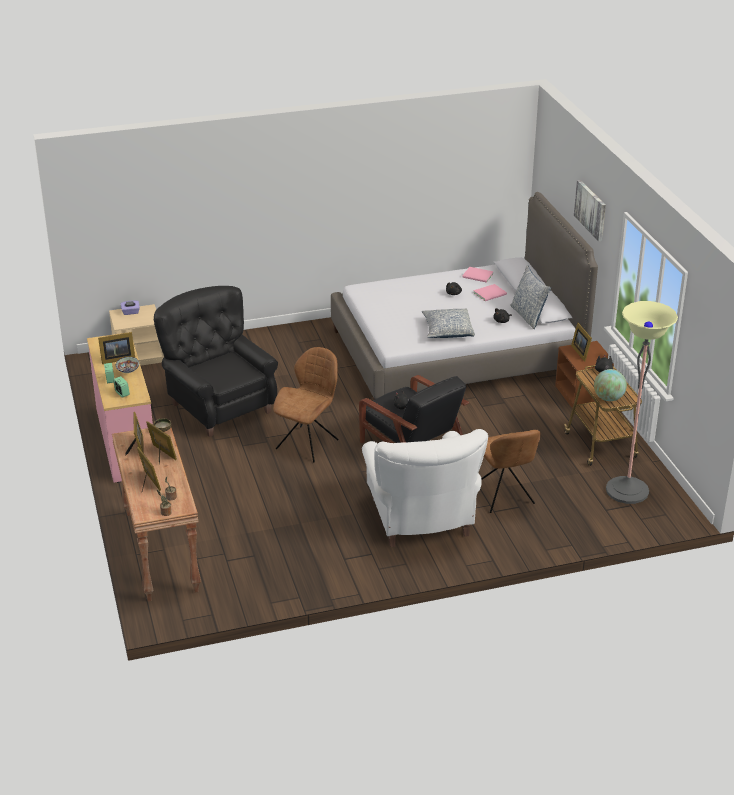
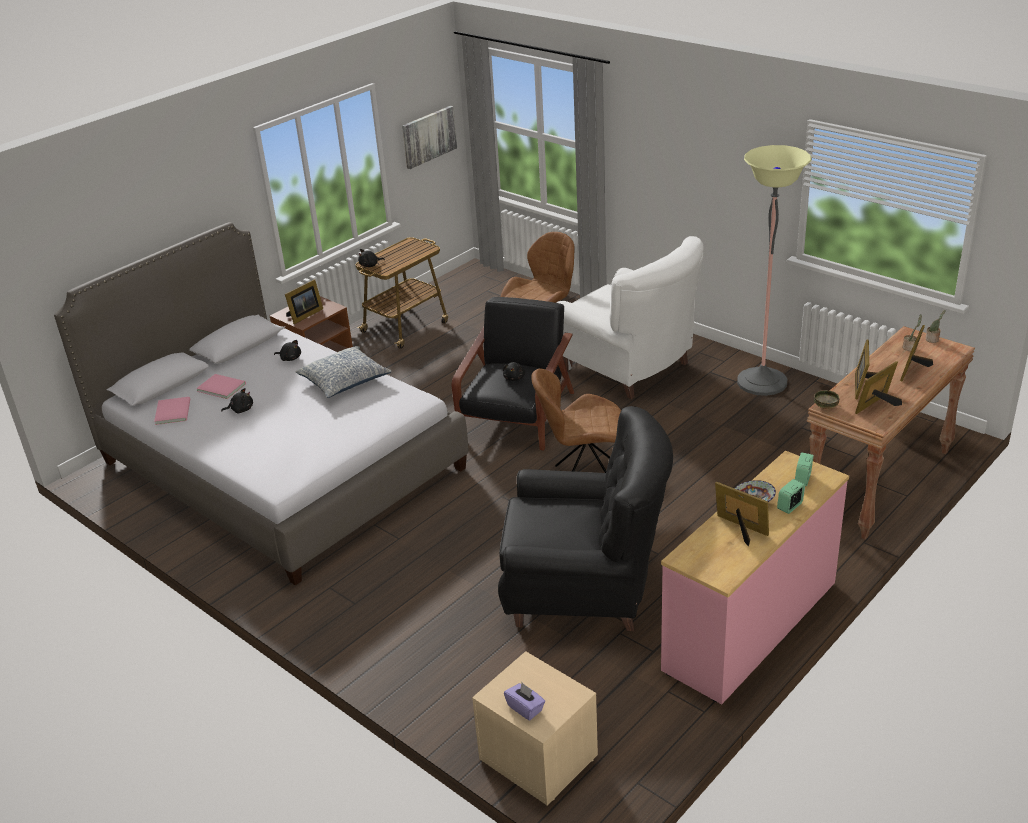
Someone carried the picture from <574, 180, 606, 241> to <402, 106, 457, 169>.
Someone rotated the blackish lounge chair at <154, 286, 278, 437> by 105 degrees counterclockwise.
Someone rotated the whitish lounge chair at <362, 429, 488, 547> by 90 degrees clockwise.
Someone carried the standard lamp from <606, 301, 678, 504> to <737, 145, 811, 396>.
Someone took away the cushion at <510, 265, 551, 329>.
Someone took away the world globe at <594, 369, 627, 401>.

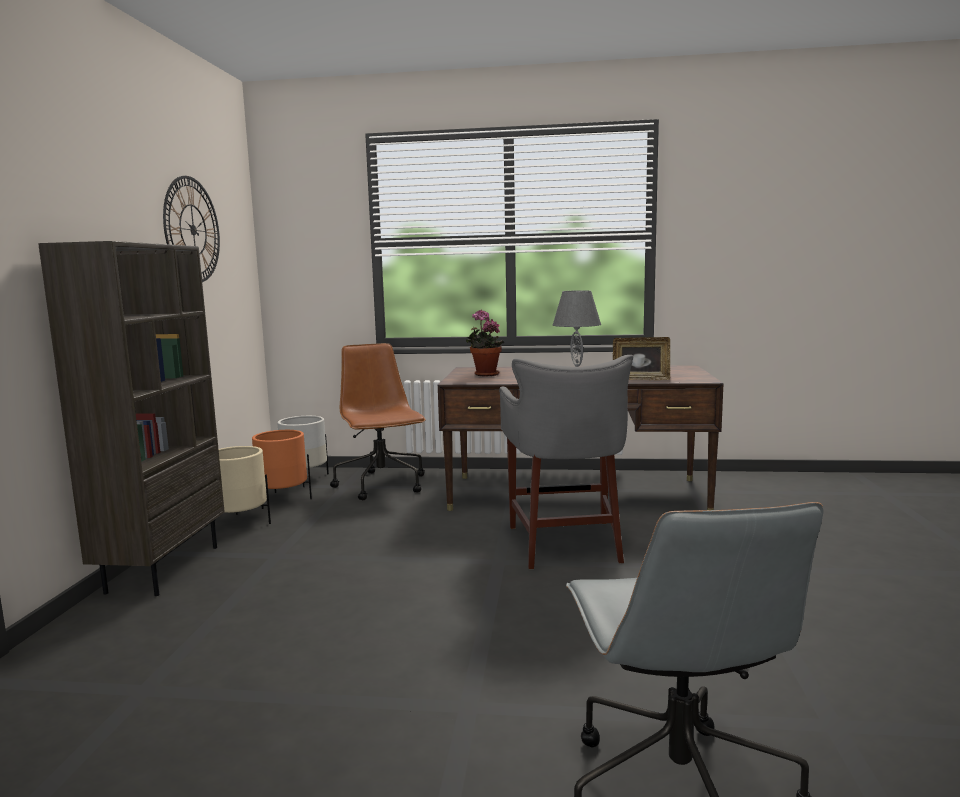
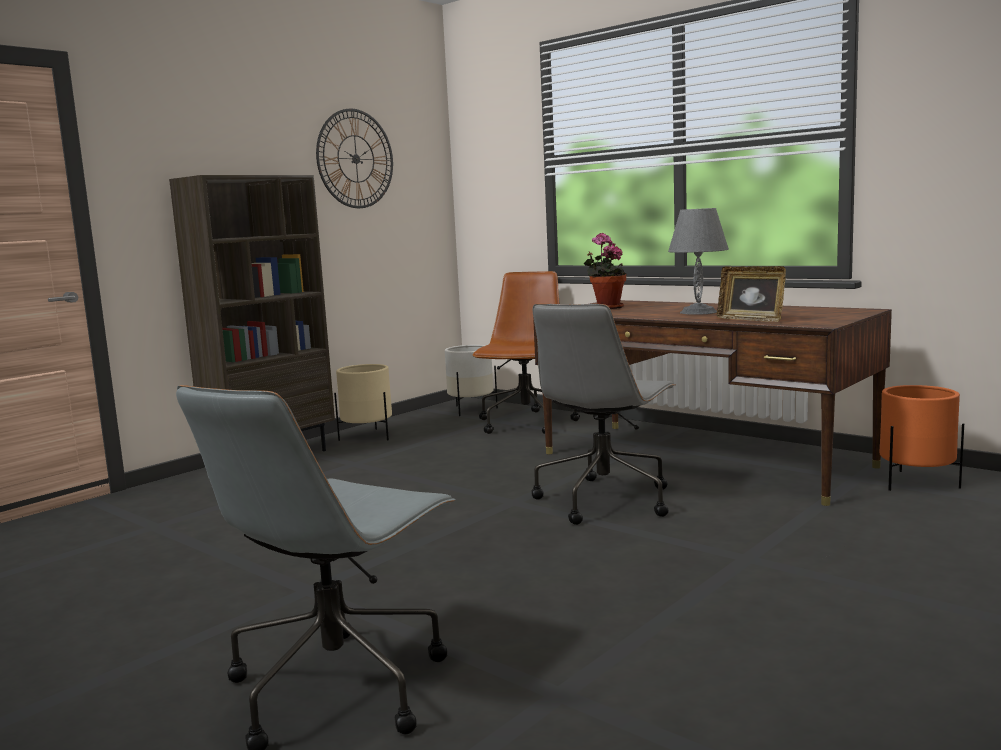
Someone swapped the gray stool at <499, 355, 633, 569> for the gray office chair at <531, 304, 676, 525>.
Someone carried the orange plant pot from <252, 430, 312, 509> to <880, 385, 964, 491>.

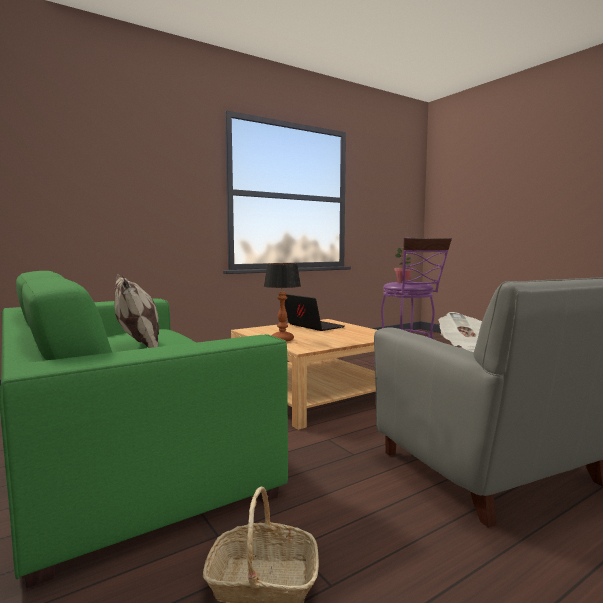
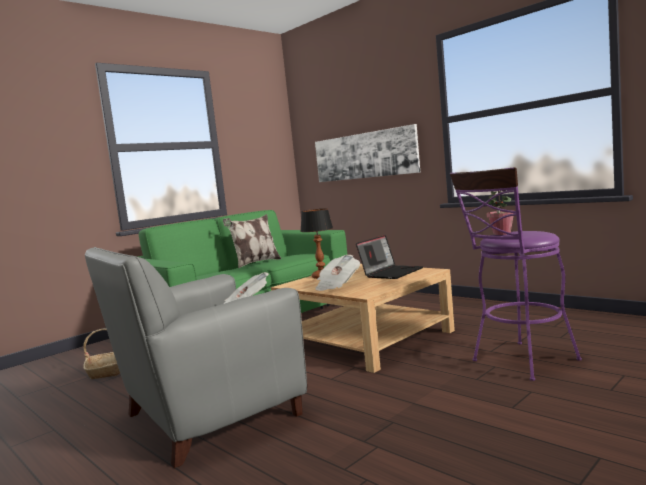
Someone put up the picture at <315, 124, 420, 182>.
Someone put down the printed paper at <315, 255, 360, 291>.

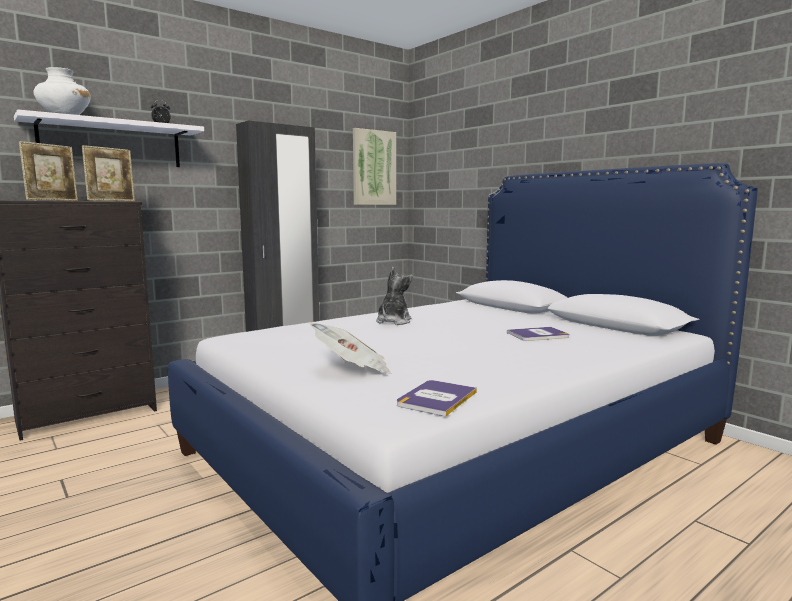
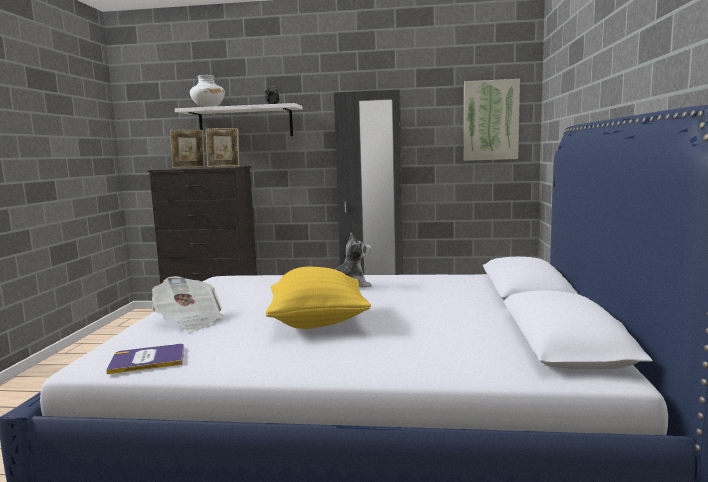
Someone put down the yellow cushion at <266, 267, 371, 329>.
Someone took away the volume at <507, 327, 569, 341>.

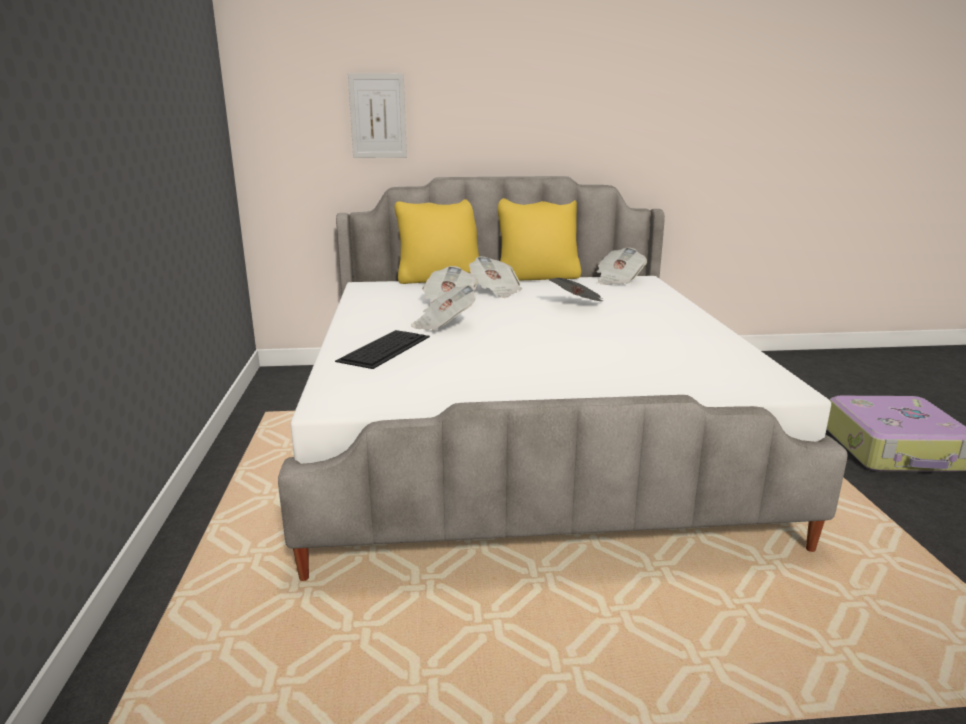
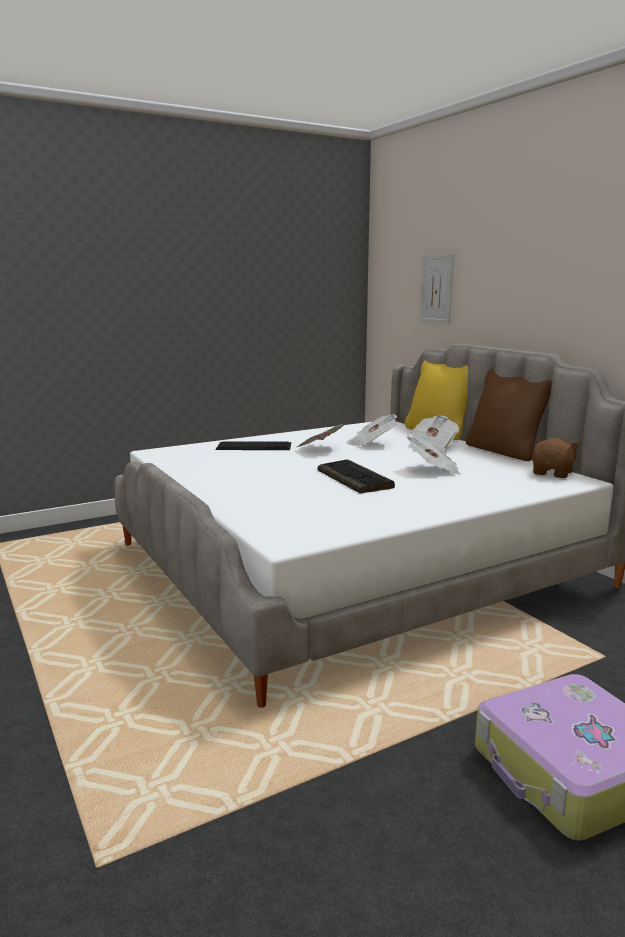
Someone put down the computer keyboard at <317, 459, 395, 493>.
Someone repainted the yellow cushion at <498, 198, 581, 281>, which became the brownish cushion at <465, 369, 552, 461>.
Someone swapped the printed paper at <597, 247, 647, 285> for the brownish soft toy at <532, 437, 580, 478>.

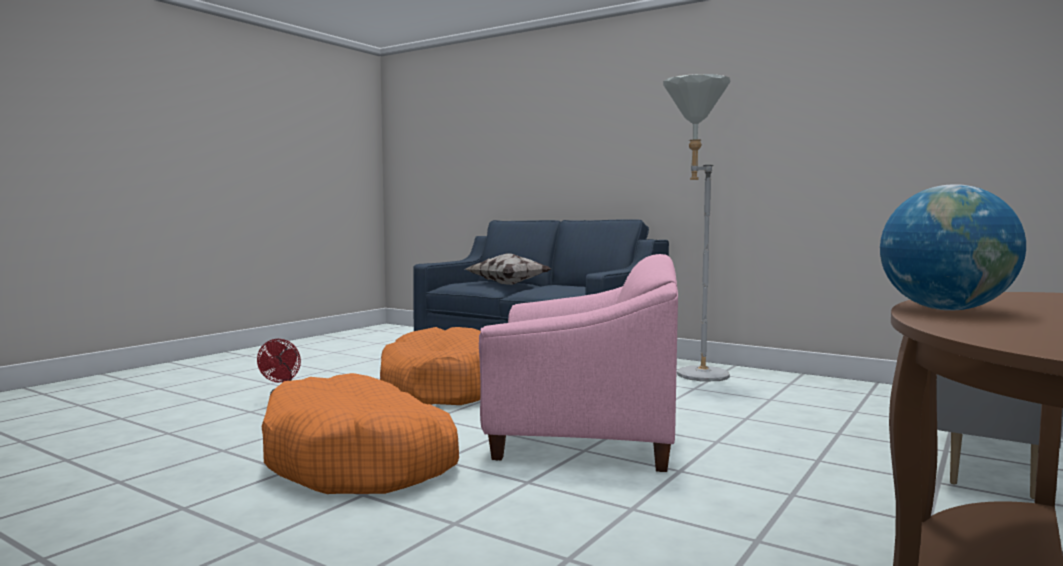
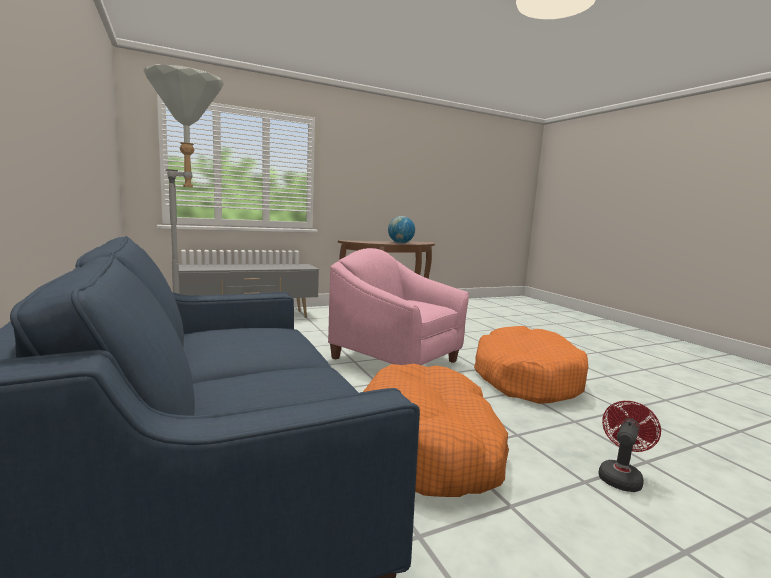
Someone took away the cushion at <465, 253, 551, 285>.

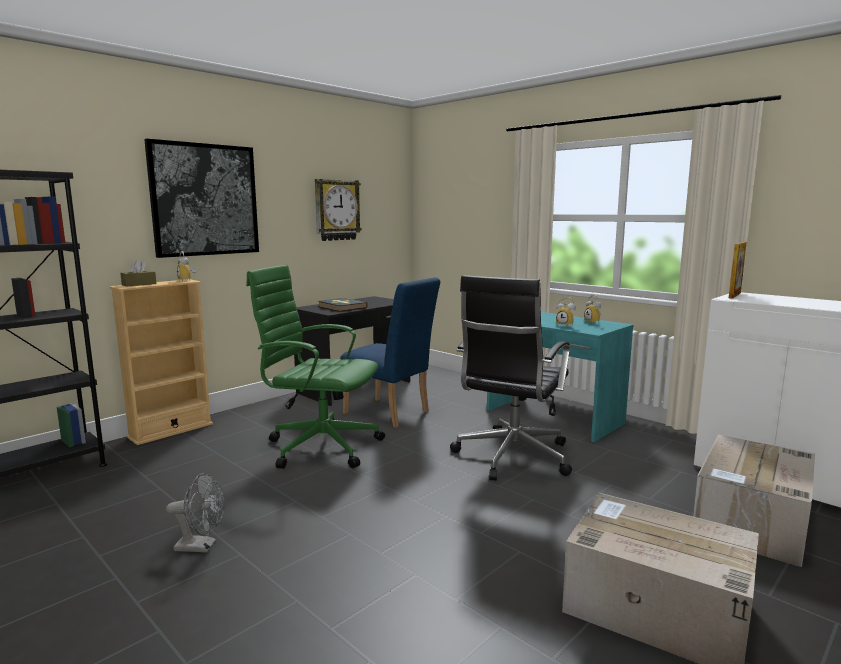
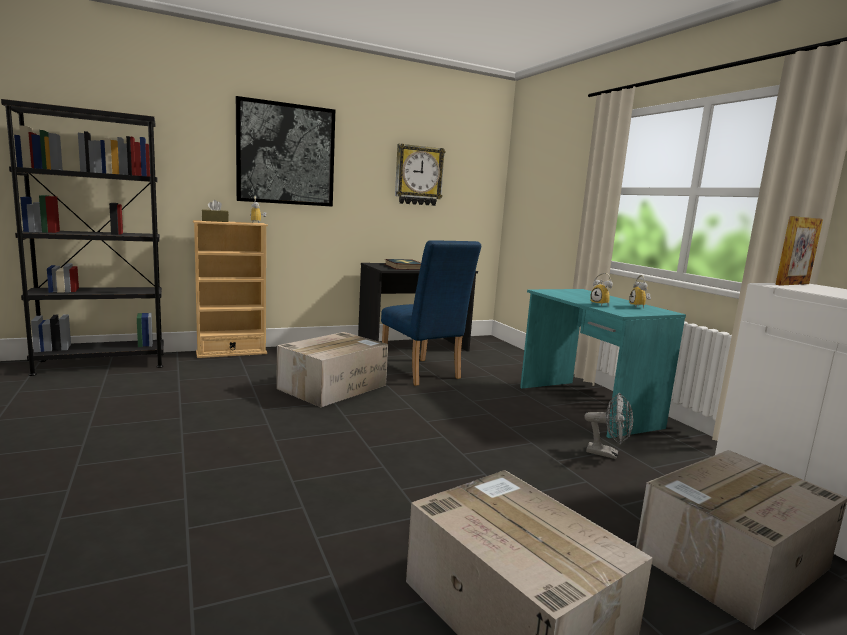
Someone swapped the green-coloured office chair at <246, 265, 385, 469> for the packing box at <276, 332, 388, 407>.
Someone carried the gray fan from <166, 473, 225, 553> to <584, 393, 633, 459>.
Someone took away the blackish office chair at <450, 275, 572, 481>.

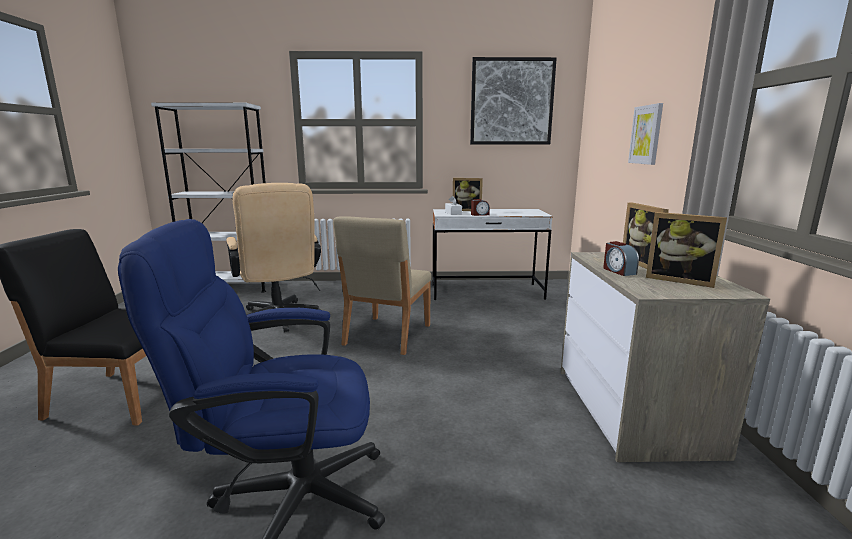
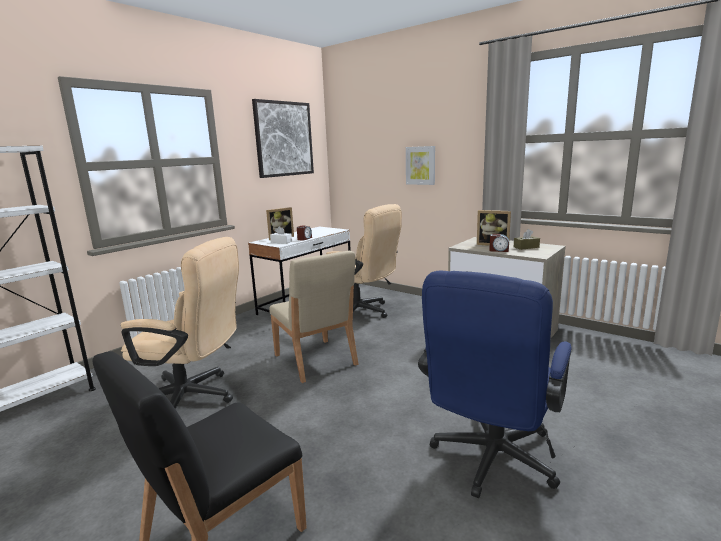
Someone put down the sand-coloured office chair at <326, 204, 402, 318>.
Someone swapped the standing frame at <646, 212, 727, 288> for the brownish box of tissues at <514, 229, 540, 250>.

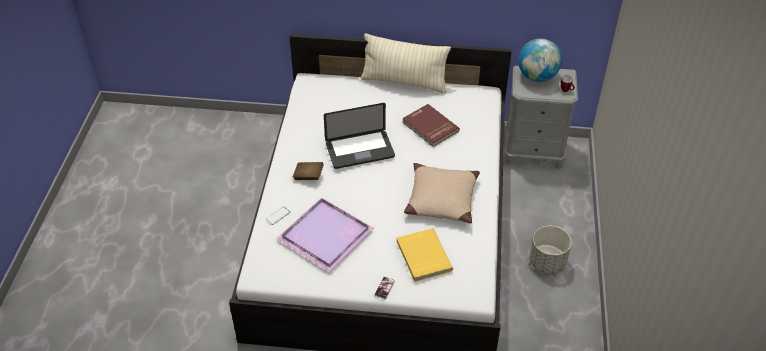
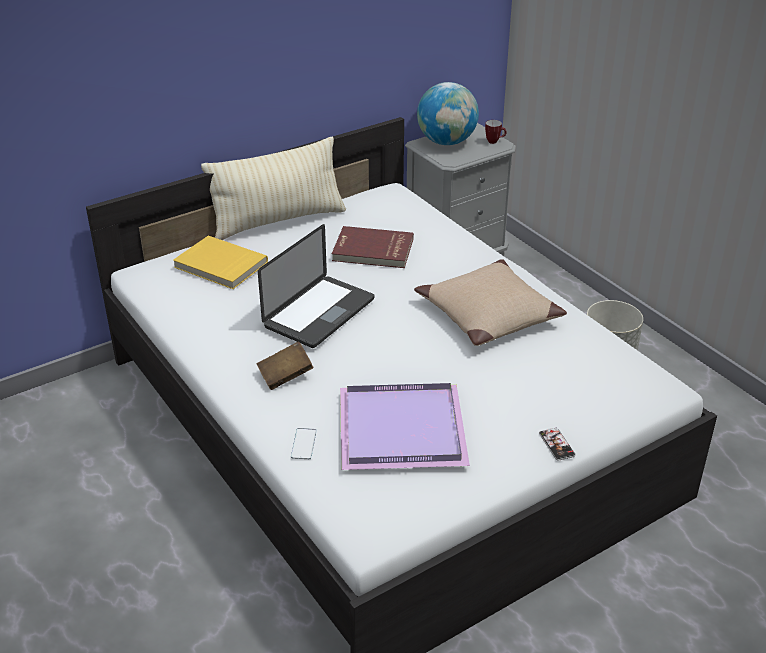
Someone carried the yellow volume from <396, 228, 453, 282> to <173, 235, 268, 289>.

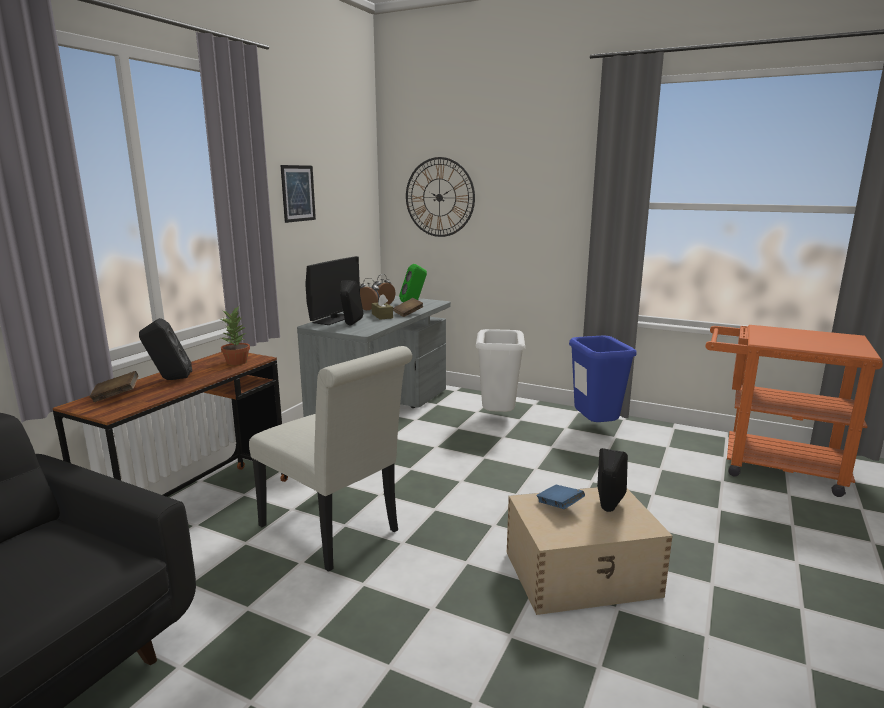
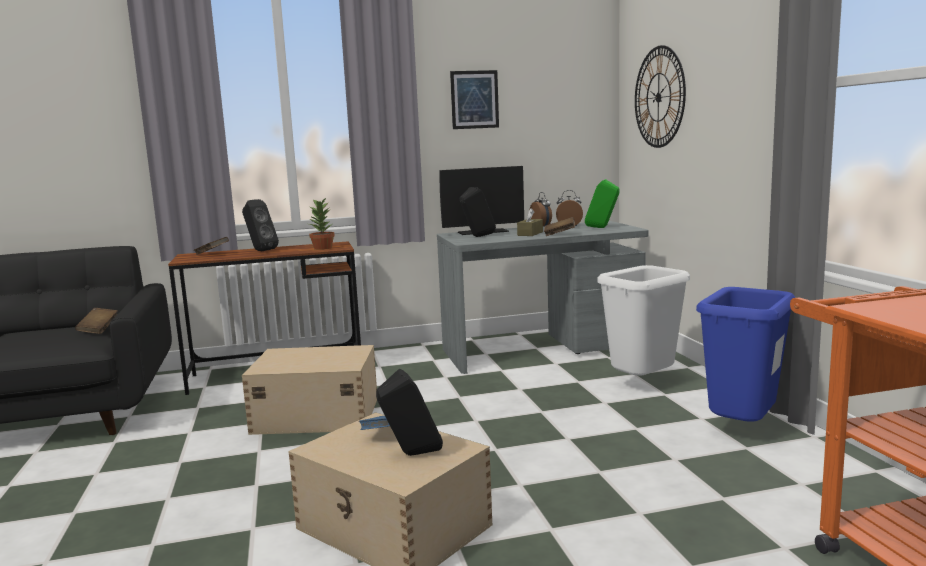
Someone put down the brownish volume at <75, 308, 118, 334>.
Someone swapped the whitish plain chair at <249, 346, 412, 571> for the sand-coloured storage bin at <242, 345, 377, 435>.

